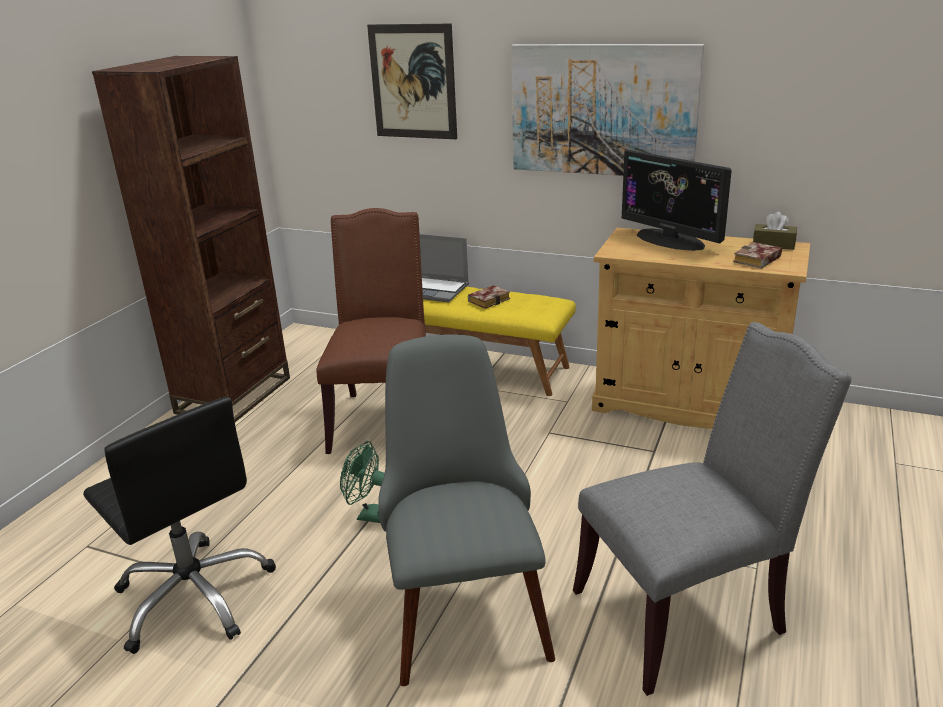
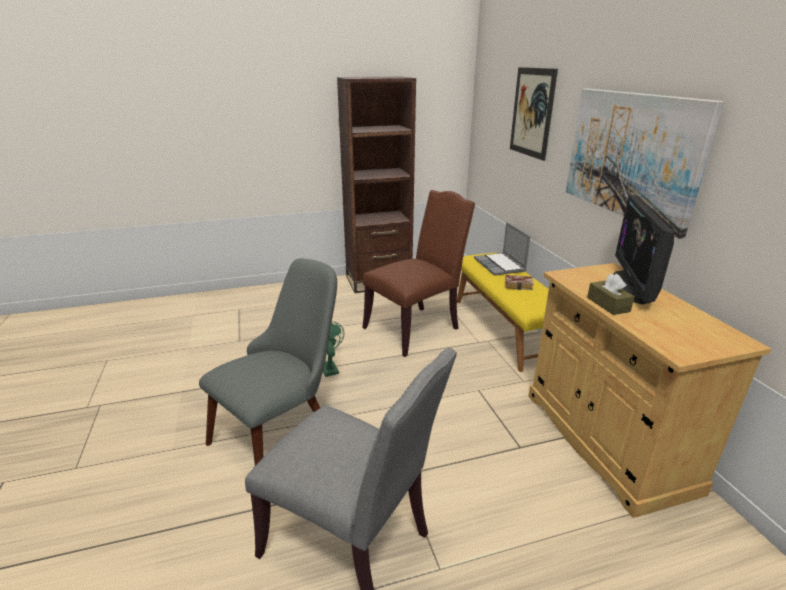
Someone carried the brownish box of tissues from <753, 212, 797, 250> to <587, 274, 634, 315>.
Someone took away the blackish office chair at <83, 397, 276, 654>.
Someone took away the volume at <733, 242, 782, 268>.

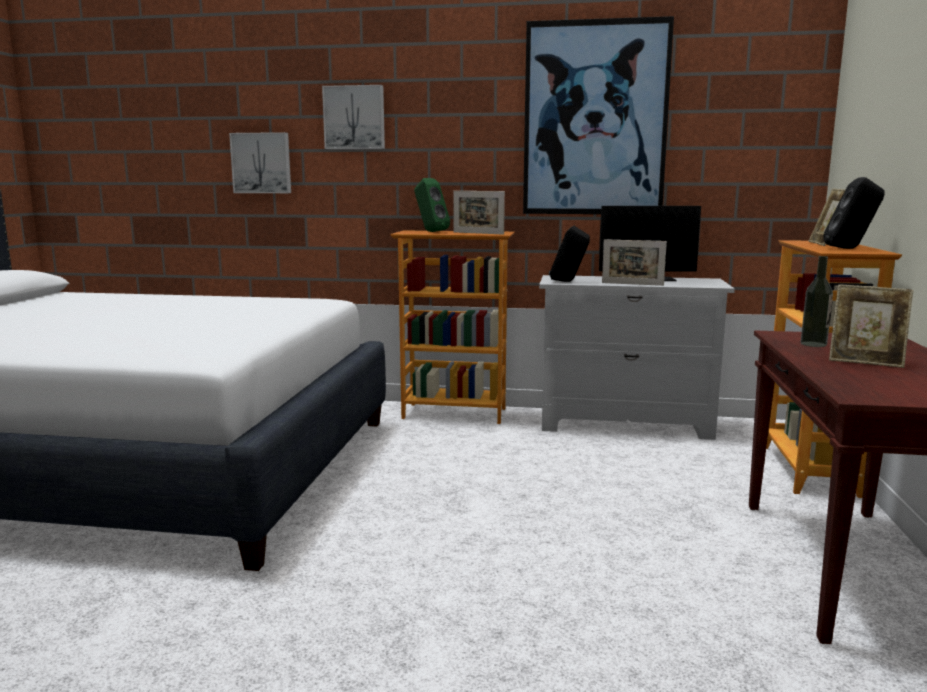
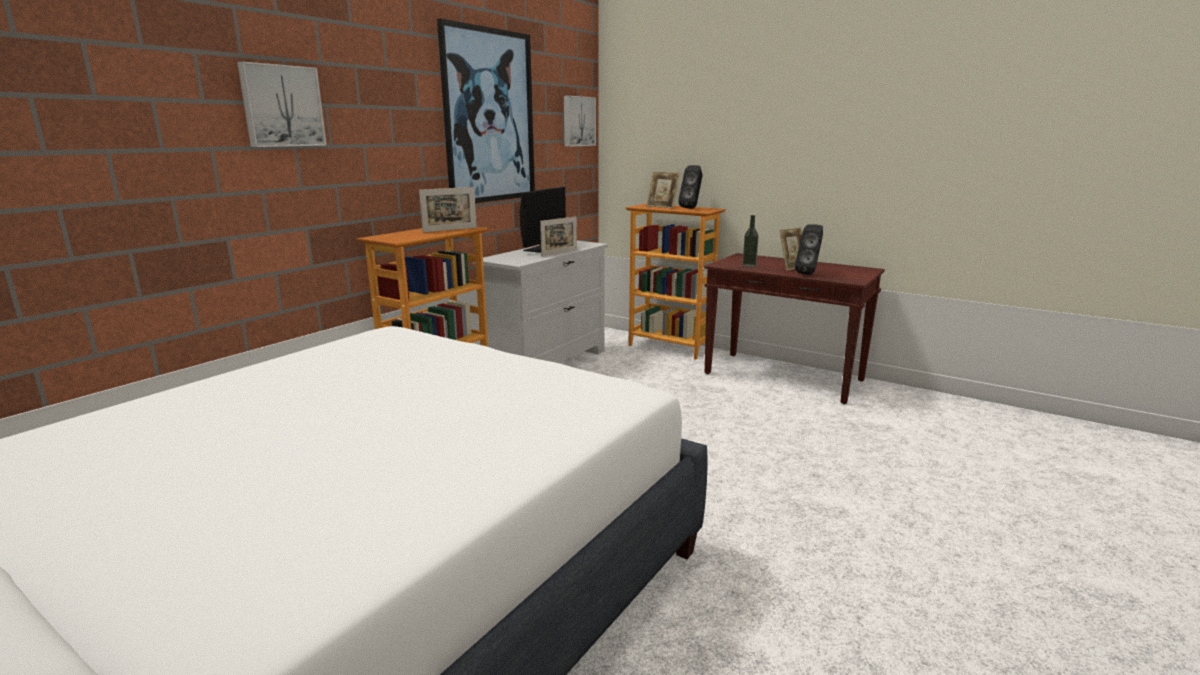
Someone carried the picture from <229, 132, 291, 193> to <564, 96, 596, 147>.
Someone carried the blackish loudspeaker from <549, 226, 590, 282> to <795, 224, 823, 275>.
Someone took away the green-coloured loudspeaker at <414, 178, 450, 232>.

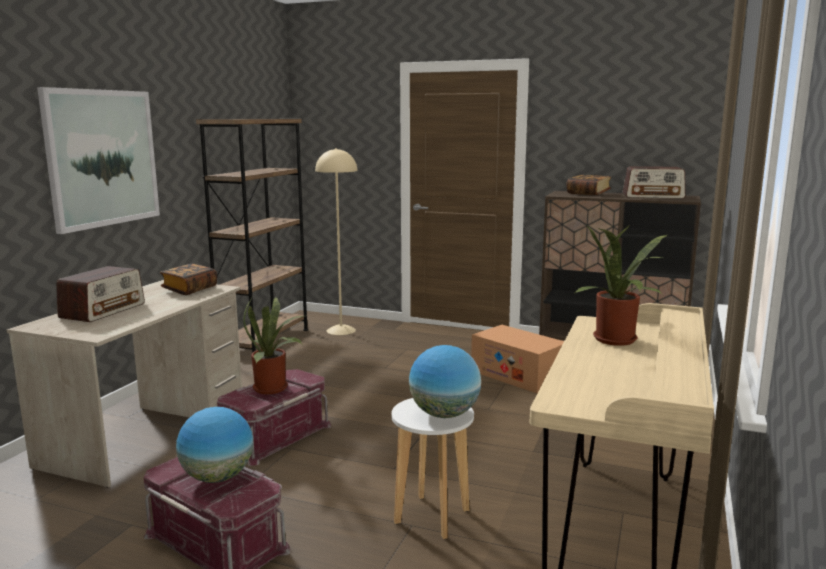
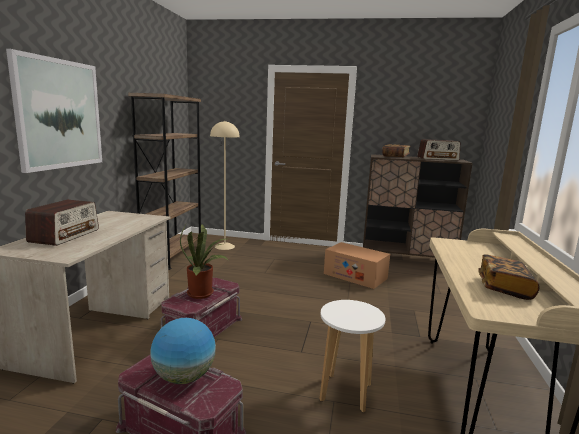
Someone carried the volume from <160, 264, 217, 295> to <478, 254, 540, 300>.
Someone took away the world globe at <409, 345, 481, 418>.
Someone took away the plant in a pot at <574, 224, 667, 346>.

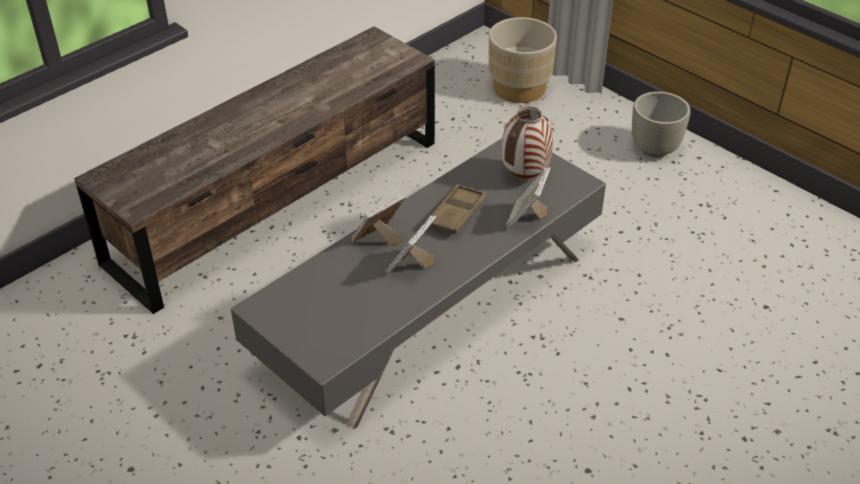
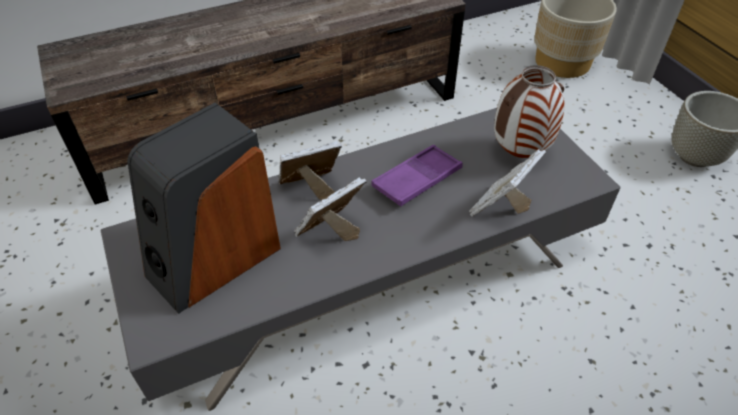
Someone put down the loudspeaker at <127, 103, 281, 314>.
Someone repainted the brownish tray at <430, 184, 487, 234>, which became the purple-coloured tray at <371, 145, 463, 206>.

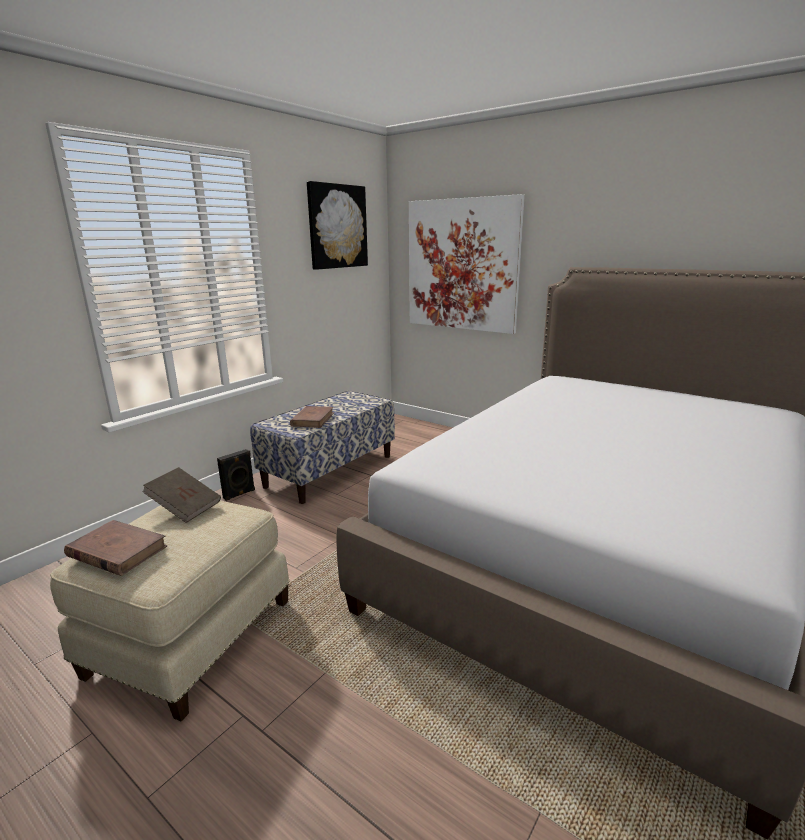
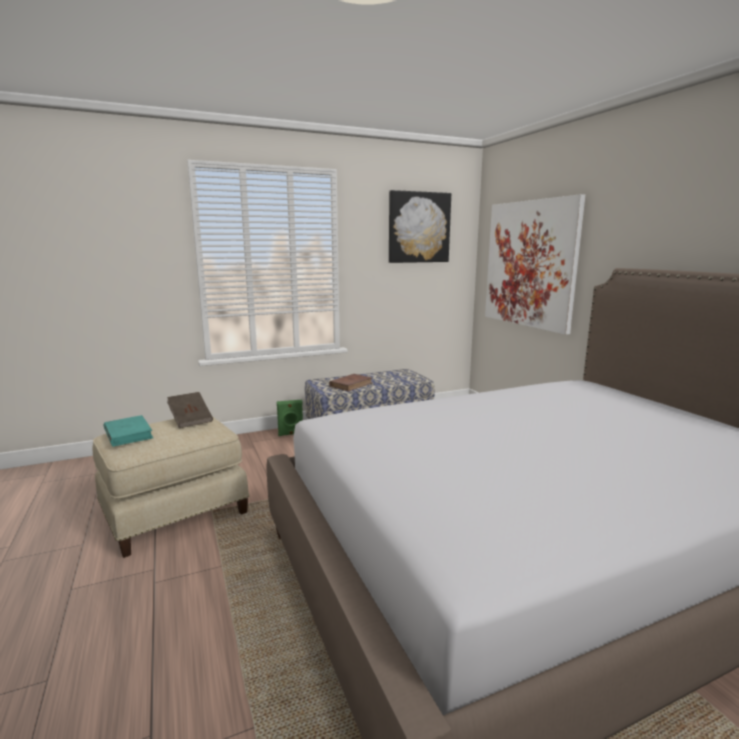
Someone repainted the brownish volume at <64, 520, 168, 576>, which became the turquoise-coloured volume at <104, 415, 153, 447>.
Someone repainted the blackish loudspeaker at <217, 449, 255, 501>, which became the green-coloured loudspeaker at <277, 400, 303, 436>.

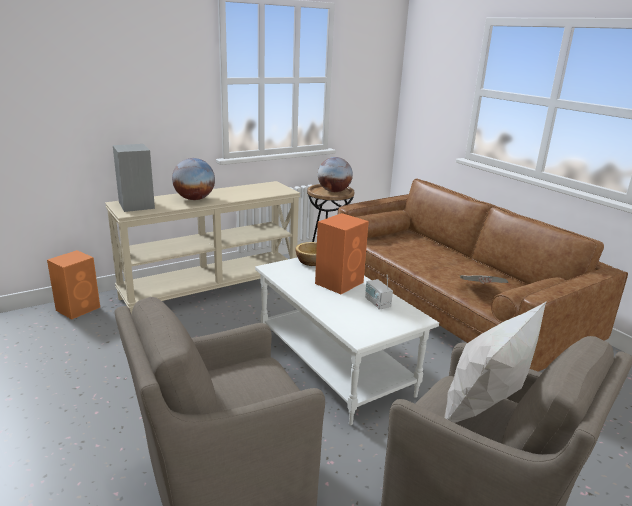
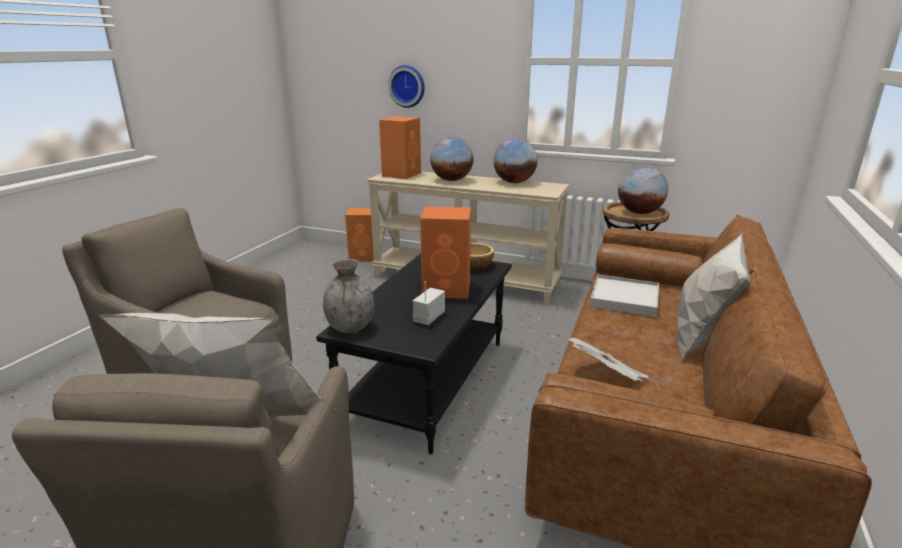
Someone repainted the whitish lounge table at <255, 257, 439, 425>, which became the blackish lounge table at <316, 253, 512, 454>.
Someone put down the gray decorative vase at <323, 259, 374, 333>.
Someone repainted the gray loudspeaker at <113, 144, 155, 212>, which became the orange loudspeaker at <379, 116, 421, 179>.
Someone put up the hanging clock at <388, 65, 425, 108>.
Someone put down the world globe at <493, 138, 538, 183>.
Someone put down the whitish tray at <590, 275, 659, 317>.
Someone put down the whitish cushion at <677, 233, 750, 361>.

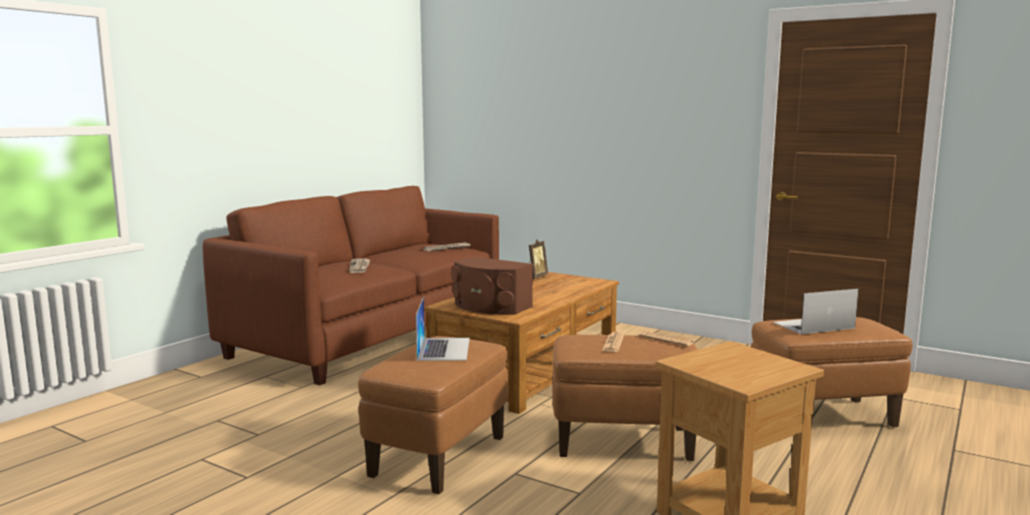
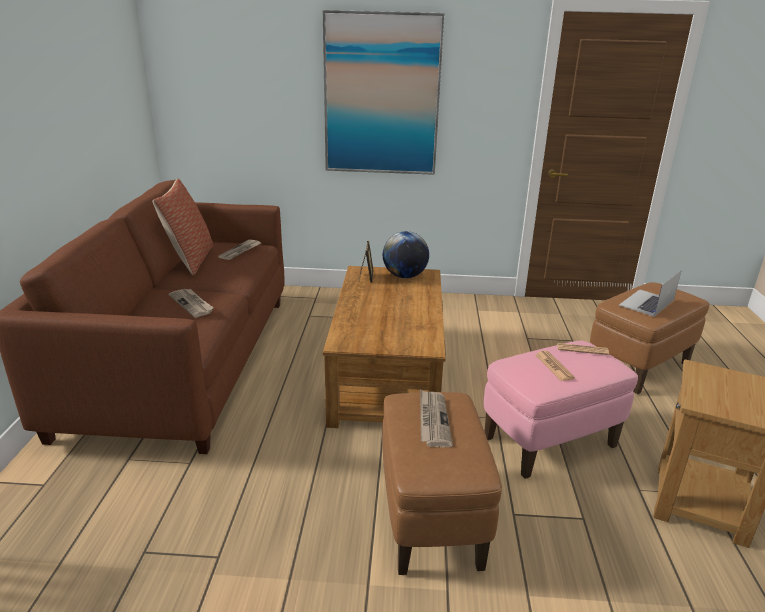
Someone put down the cushion at <153, 179, 213, 275>.
Someone put up the picture at <323, 10, 444, 175>.
Someone put down the world globe at <383, 231, 429, 278>.
Someone swapped the laptop at <416, 297, 470, 361> for the printed paper at <420, 390, 453, 447>.
Someone repainted the brownish pouffe at <552, 335, 698, 461>, which became the pink pouffe at <484, 341, 638, 479>.
Someone took away the brownish loudspeaker at <451, 257, 533, 315>.

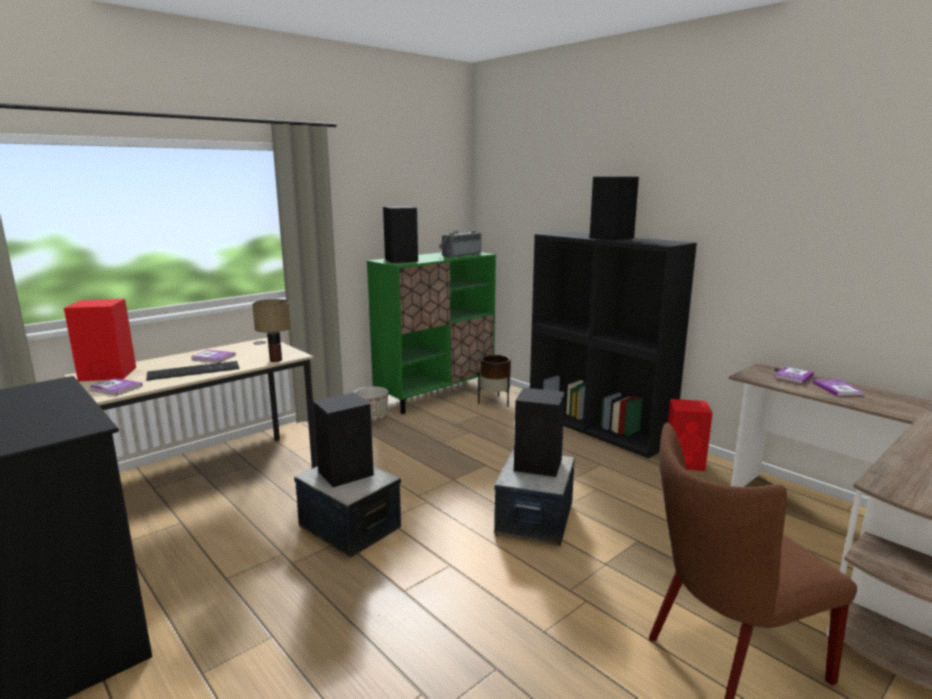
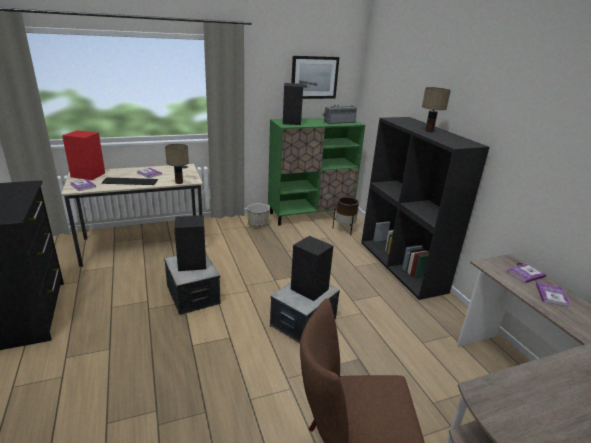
Someone put up the picture at <291, 56, 339, 99>.
Someone swapped the blackish loudspeaker at <589, 177, 639, 241> for the table lamp at <422, 87, 451, 132>.
Someone took away the red loudspeaker at <668, 399, 713, 471>.

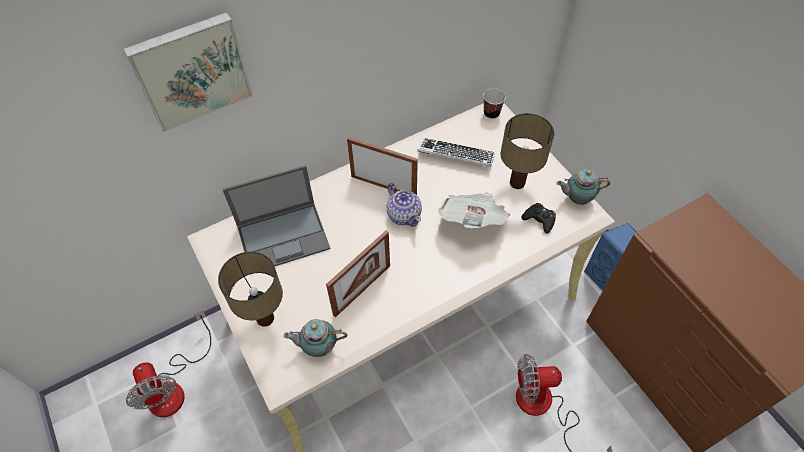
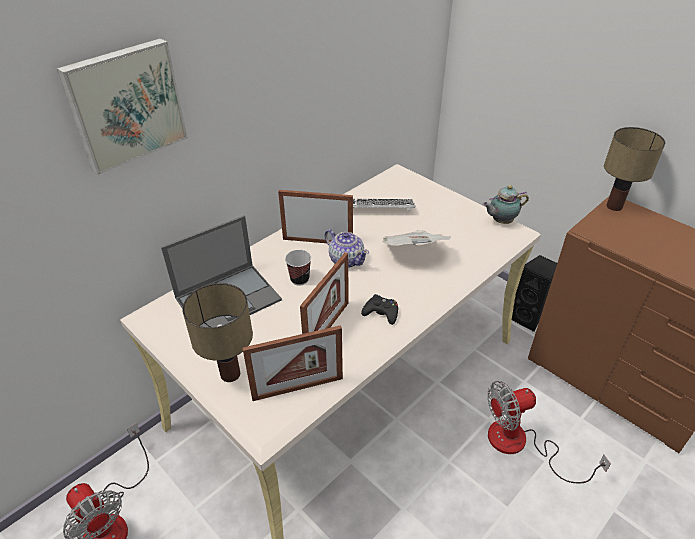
Someone swapped the teapot at <284, 319, 347, 357> for the standing frame at <242, 325, 343, 401>.
Someone carried the small cup from <483, 88, 506, 119> to <285, 250, 311, 286>.
Someone carried the blackish gamepad from <521, 203, 556, 234> to <361, 294, 398, 325>.
Someone repainted the blue loudspeaker at <584, 223, 637, 291>, which became the blackish loudspeaker at <512, 255, 557, 332>.
Someone carried the table lamp from <501, 113, 554, 189> to <604, 127, 665, 211>.

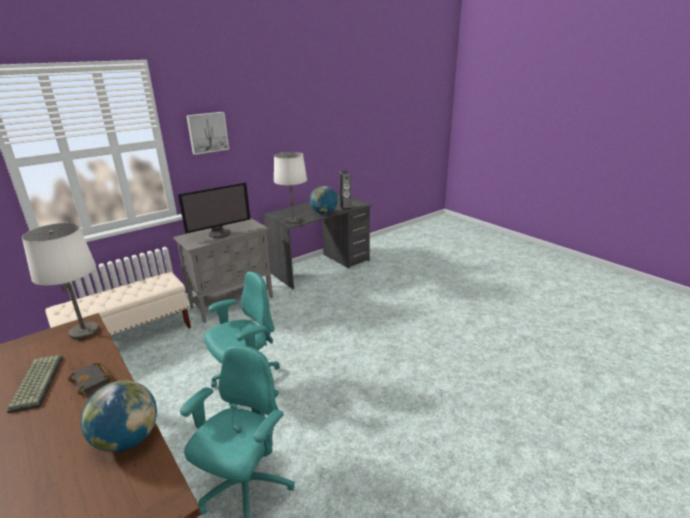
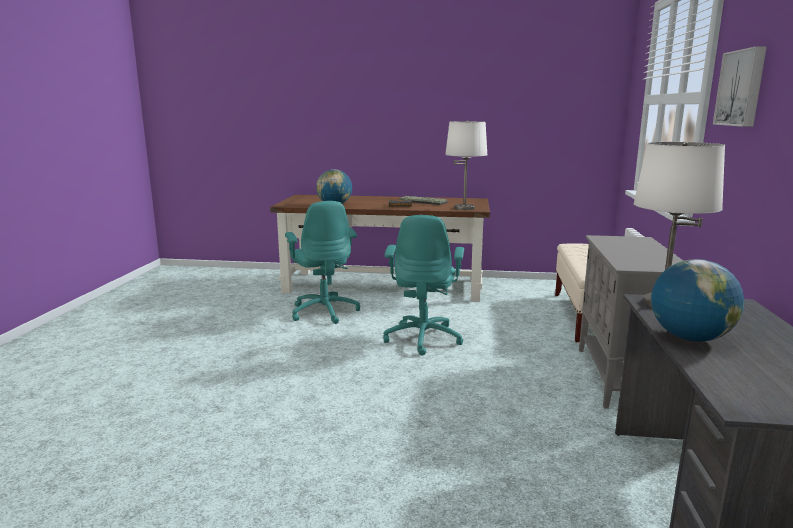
Someone took away the computer screen at <178, 183, 250, 238>.
Someone took away the loudspeaker at <339, 171, 352, 210>.

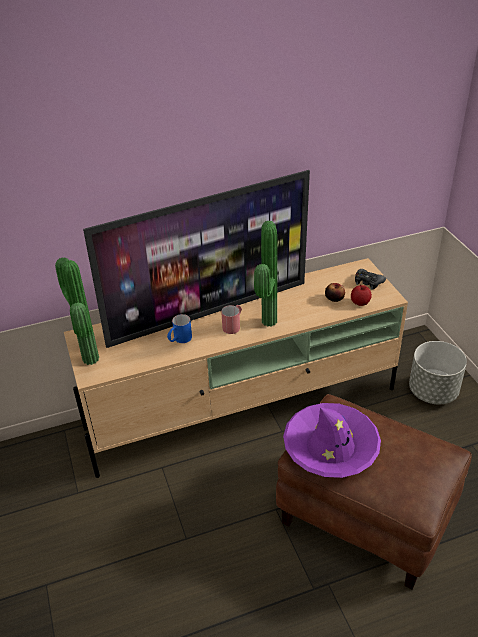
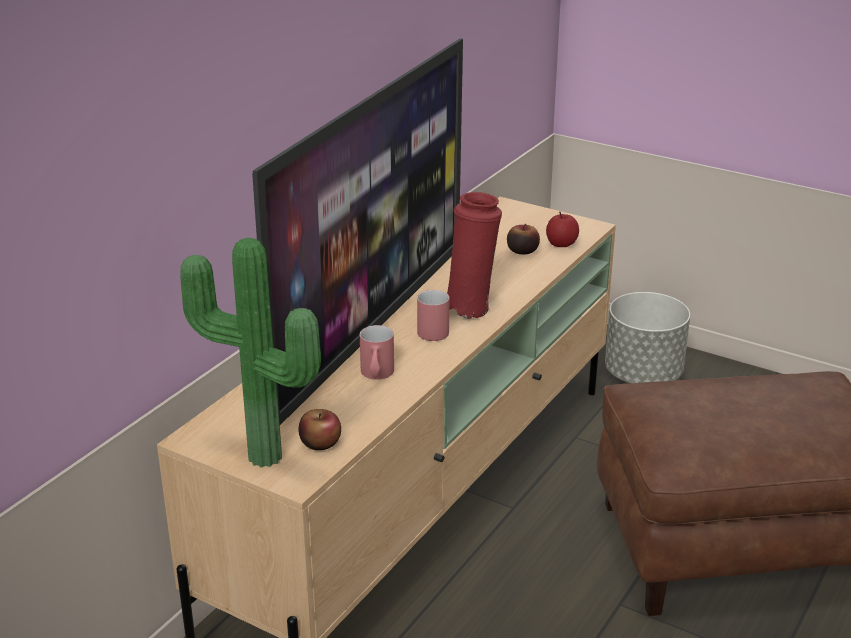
Someone put down the apple at <298, 409, 341, 450>.
Someone repainted the blue coffee mug at <167, 314, 192, 343>, which became the red coffee mug at <360, 325, 394, 380>.
Someone swapped the plant in a pot at <254, 221, 277, 327> for the red decorative vase at <447, 192, 502, 319>.
Someone took away the purple-coloured hat at <283, 403, 381, 478>.
Someone took away the blackish gamepad at <355, 269, 386, 290>.

